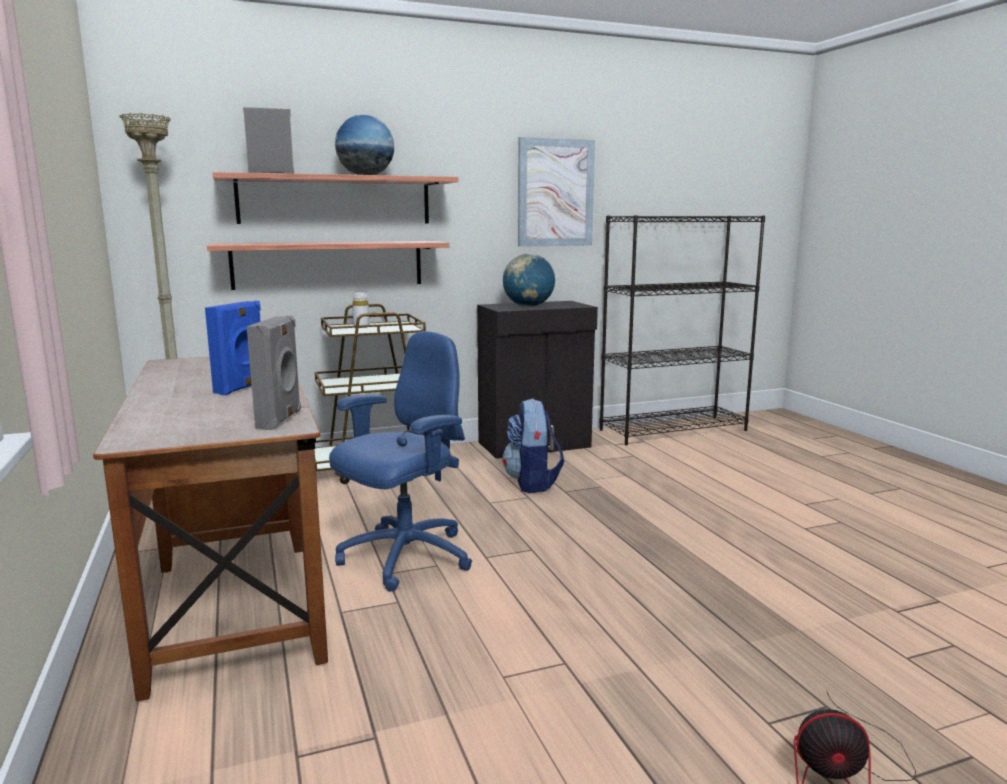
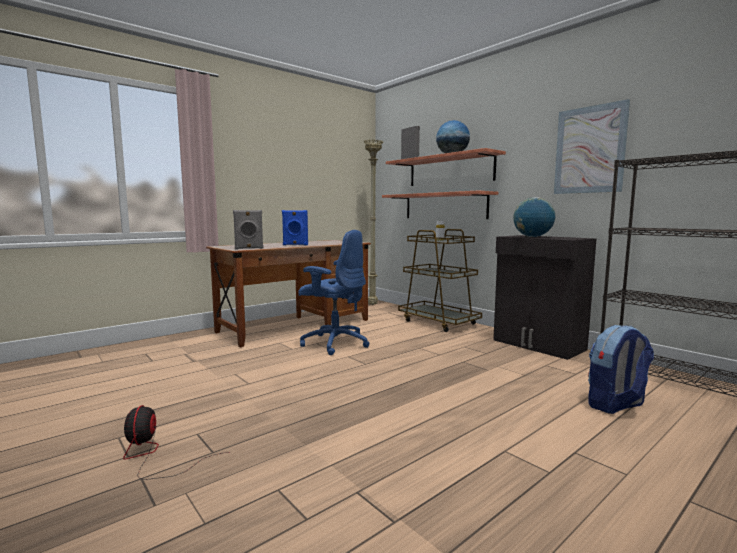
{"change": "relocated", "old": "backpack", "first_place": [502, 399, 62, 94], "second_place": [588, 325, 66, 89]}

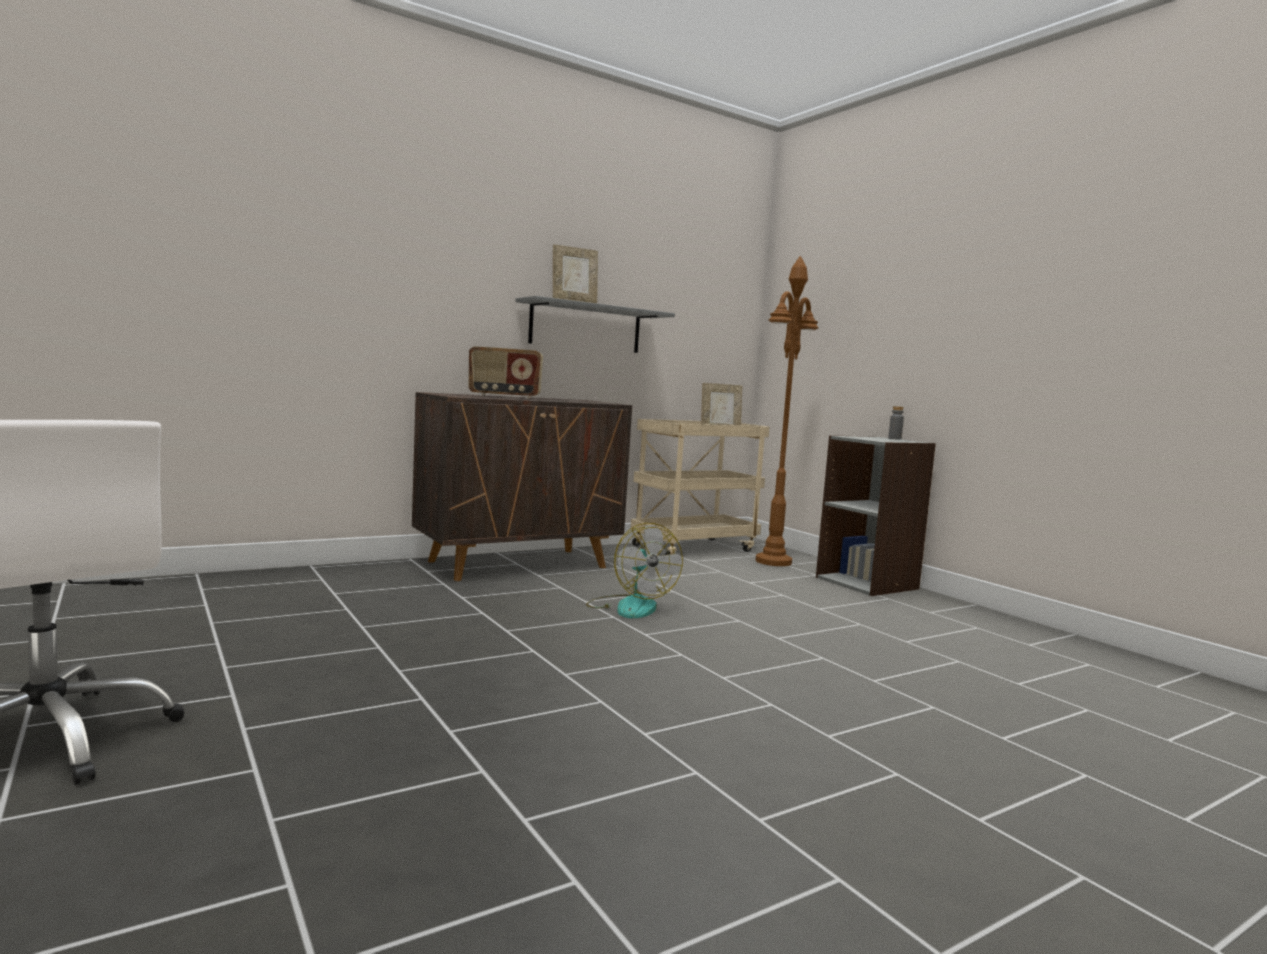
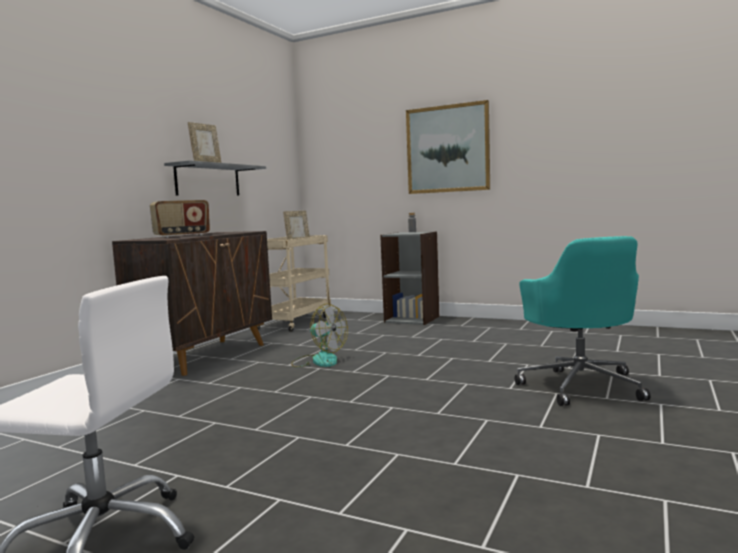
{"change": "missing", "old": "floor lamp (brown)", "first_place": [756, 256, 62, 310]}
{"change": "appeared", "new": "picture", "second_place": [406, 100, 84, 94]}
{"change": "appeared", "new": "office chair (turquoise)", "second_place": [515, 236, 135, 170]}

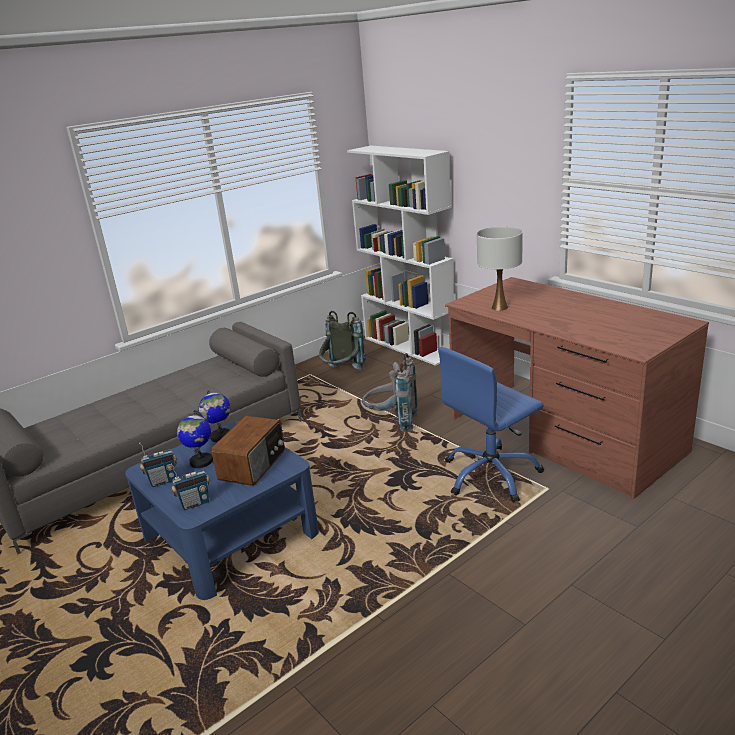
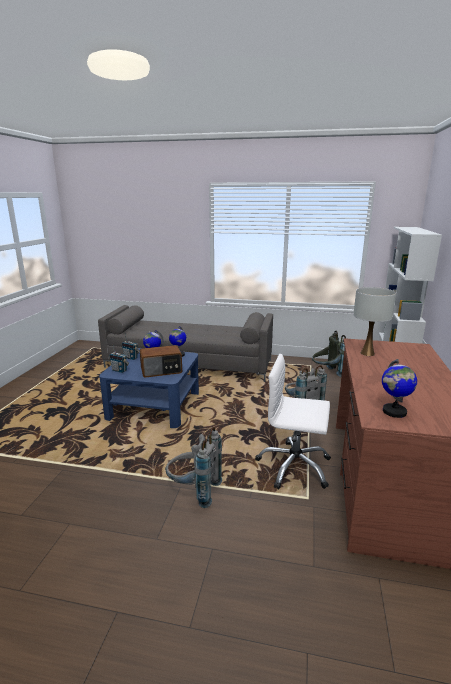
{"change": "colour", "old": "office chair (blue)", "new": "office chair (white)", "first_place": [438, 347, 106, 156], "second_place": [255, 354, 76, 136]}
{"change": "appeared", "new": "backpack (grey)", "second_place": [165, 427, 57, 81]}
{"change": "appeared", "new": "globe", "second_place": [382, 359, 35, 59]}

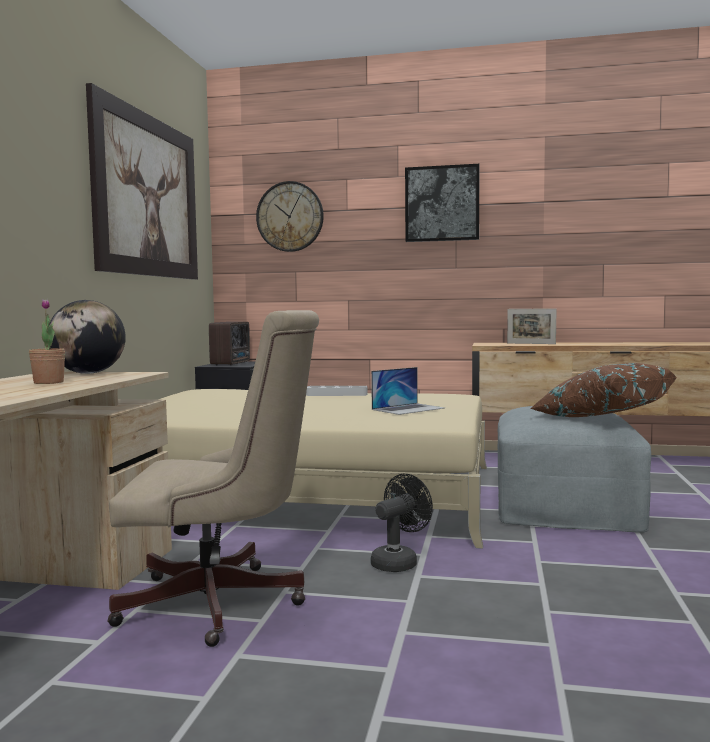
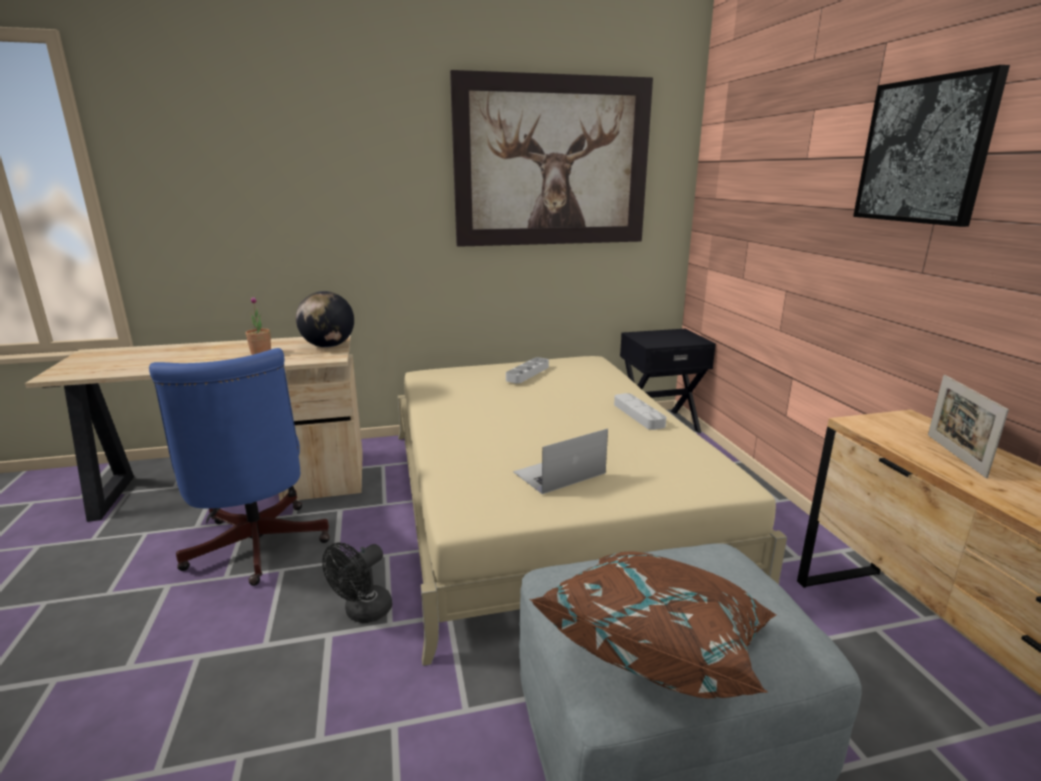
{"change": "colour", "old": "office chair (beige)", "new": "office chair (blue)", "first_place": [107, 310, 212, 337], "second_place": [149, 348, 181, 238]}
{"change": "missing", "old": "radio", "first_place": [209, 322, 41, 43]}
{"change": "missing", "old": "wall clock", "first_place": [256, 181, 68, 71]}
{"change": "spun", "old": "laptop", "first_place": [371, 367, 73, 48], "second_place": [513, 429, 95, 65], "degrees": 120}
{"change": "spun", "old": "fan (black)", "first_place": [371, 474, 62, 98], "second_place": [322, 542, 70, 81], "degrees": 105}
{"change": "appeared", "new": "tray (grey)", "second_place": [506, 357, 43, 26]}

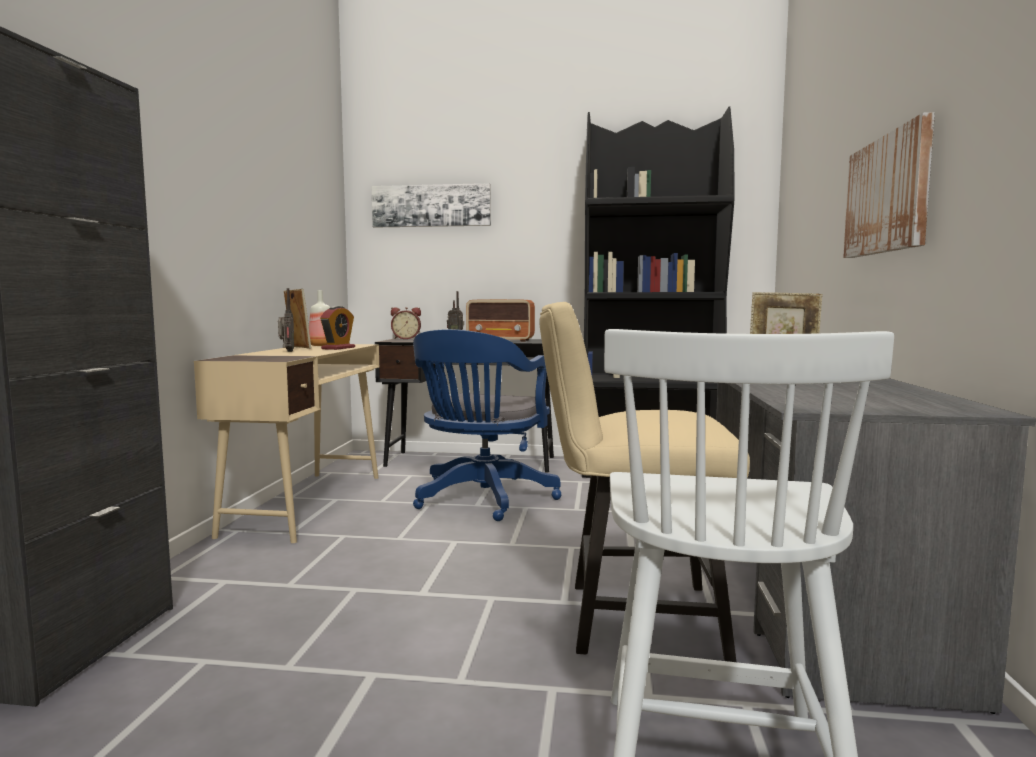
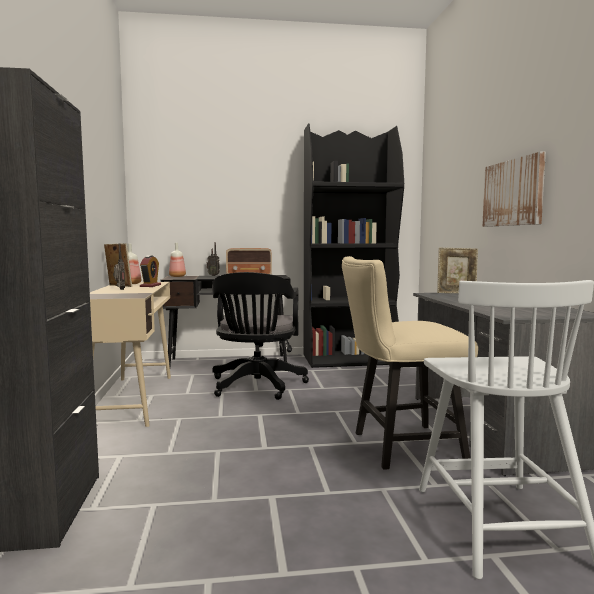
{"change": "missing", "old": "picture", "first_place": [371, 183, 120, 45]}
{"change": "exchanged", "old": "alarm clock", "new": "bottle", "first_place": [391, 307, 30, 32], "second_place": [169, 243, 17, 34]}
{"change": "colour", "old": "office chair (blue)", "new": "office chair (black)", "first_place": [413, 329, 149, 192], "second_place": [212, 272, 97, 128]}

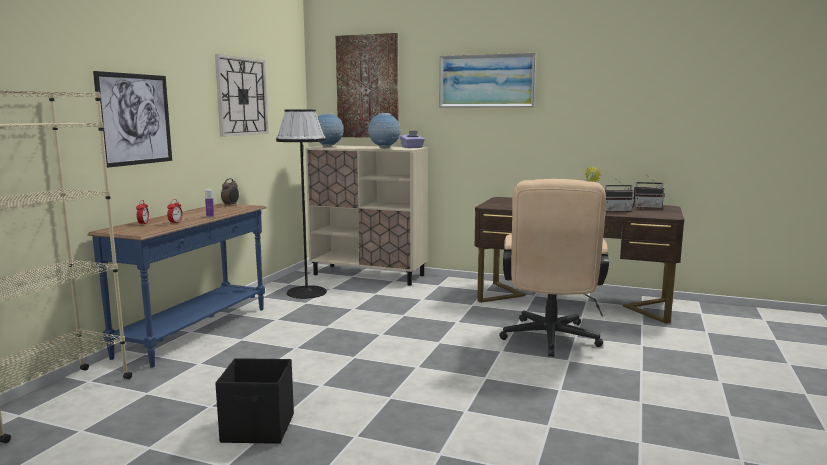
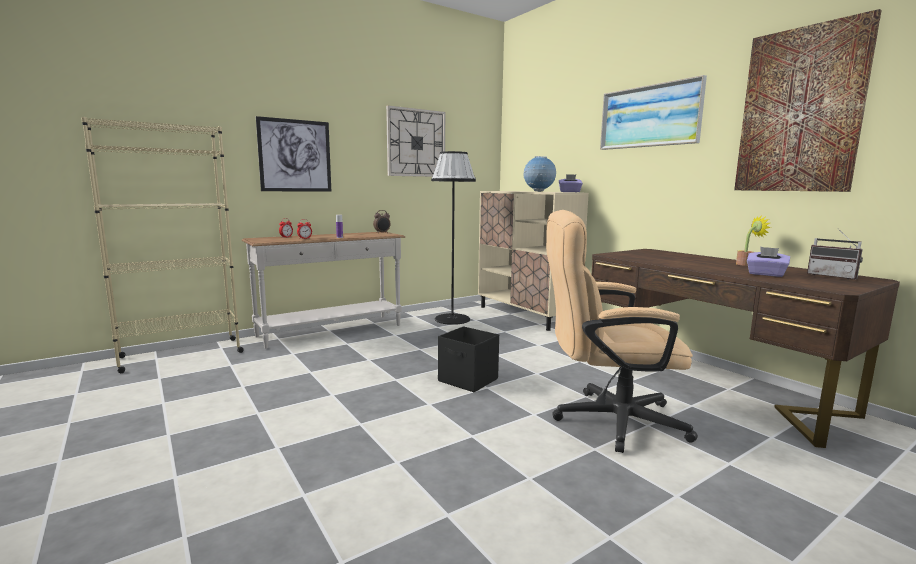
{"change": "colour", "old": "console table (blue)", "new": "console table (white)", "first_place": [88, 203, 179, 165], "second_place": [242, 232, 163, 117]}
{"change": "relocated", "old": "storage box (black)", "first_place": [215, 358, 79, 86], "second_place": [438, 326, 61, 66]}
{"change": "missing", "old": "globe", "first_place": [318, 113, 26, 34]}
{"change": "relocated", "old": "picture", "first_place": [336, 33, 63, 105], "second_place": [734, 9, 148, 183]}
{"change": "spun", "old": "office chair (beige)", "first_place": [499, 179, 110, 178], "second_place": [546, 210, 152, 243], "degrees": 45}
{"change": "exchanged", "old": "radio", "new": "tissue box (purple)", "first_place": [605, 177, 29, 35], "second_place": [747, 247, 43, 30]}

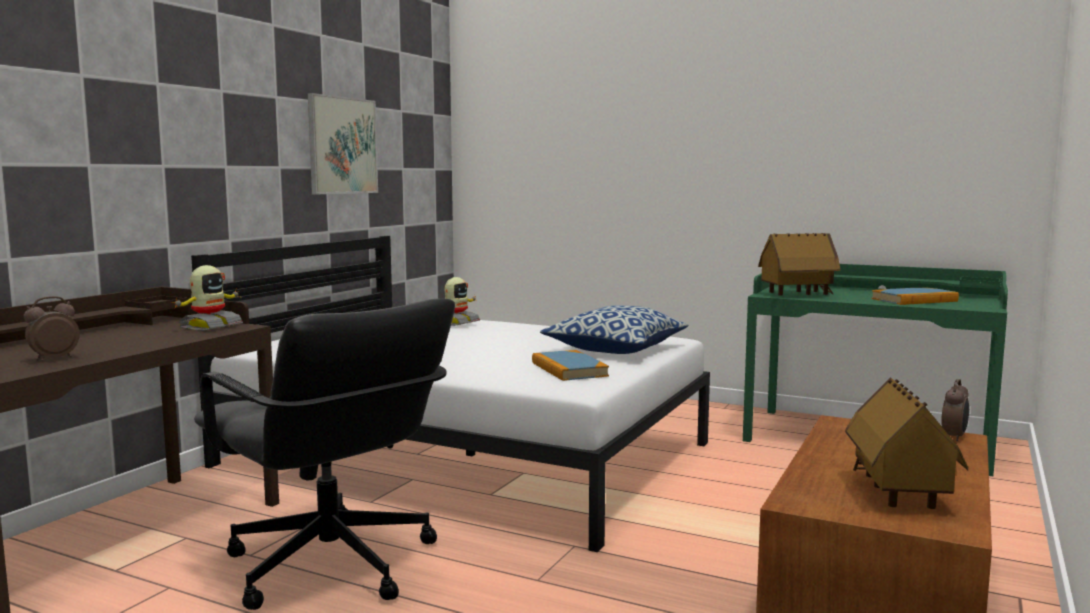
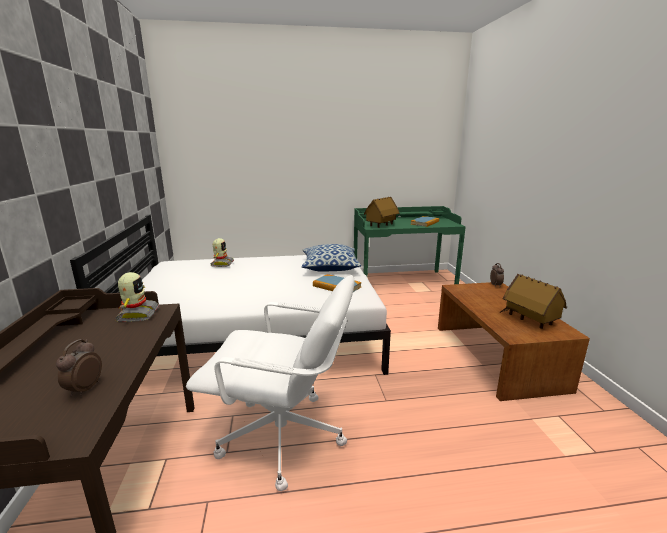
{"change": "colour", "old": "office chair (black)", "new": "office chair (white)", "first_place": [194, 299, 261, 311], "second_place": [186, 275, 169, 216]}
{"change": "missing", "old": "picture", "first_place": [308, 93, 70, 101]}

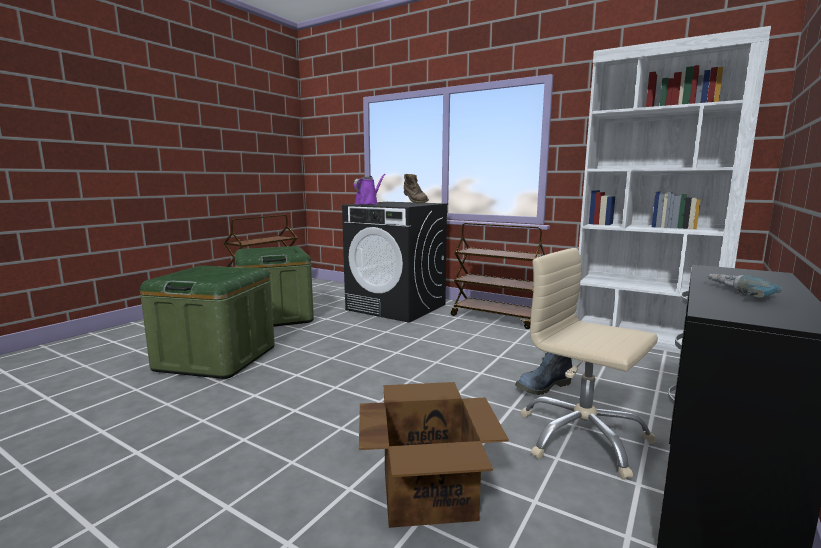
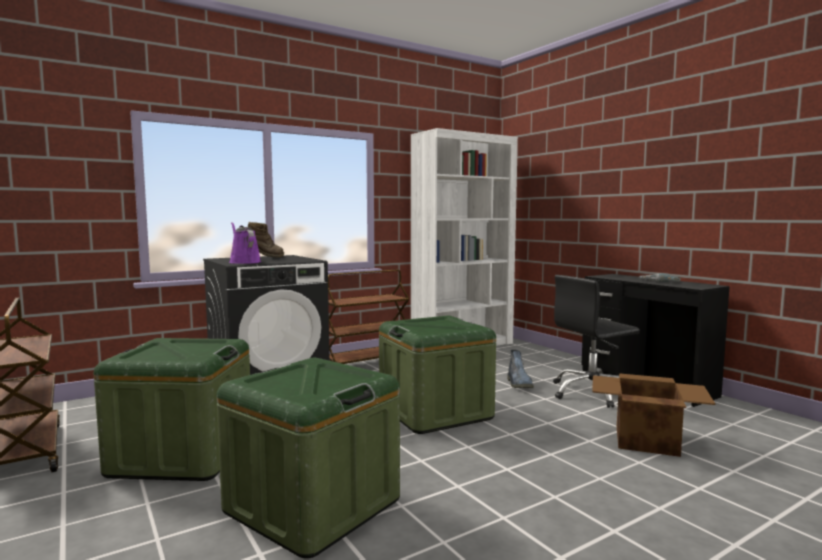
{"change": "colour", "old": "office chair (beige)", "new": "office chair (black)", "first_place": [521, 248, 137, 232], "second_place": [553, 275, 87, 133]}
{"change": "appeared", "new": "storage box (green)", "second_place": [379, 316, 117, 118]}

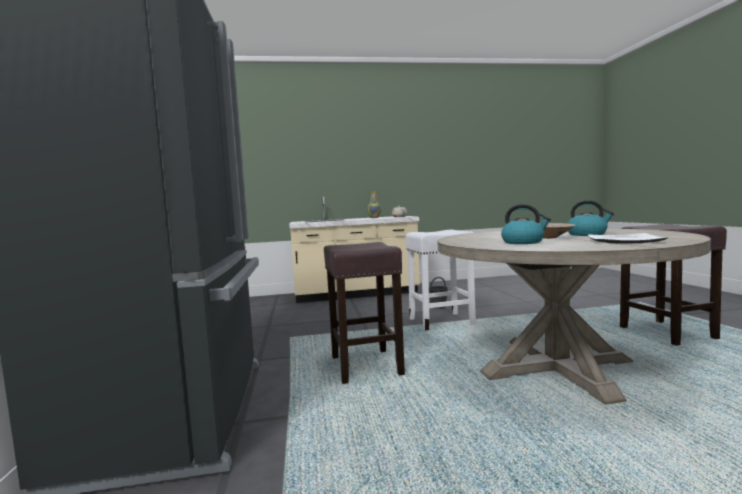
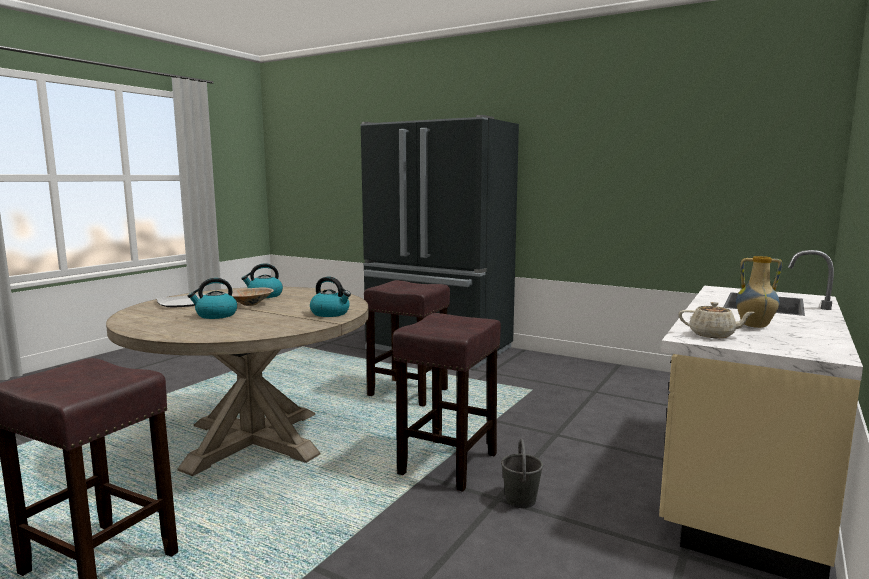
{"change": "colour", "old": "stool (white)", "new": "stool (brown)", "first_place": [406, 230, 70, 100], "second_place": [393, 313, 108, 179]}
{"change": "appeared", "new": "kettle", "second_place": [310, 277, 41, 40]}

